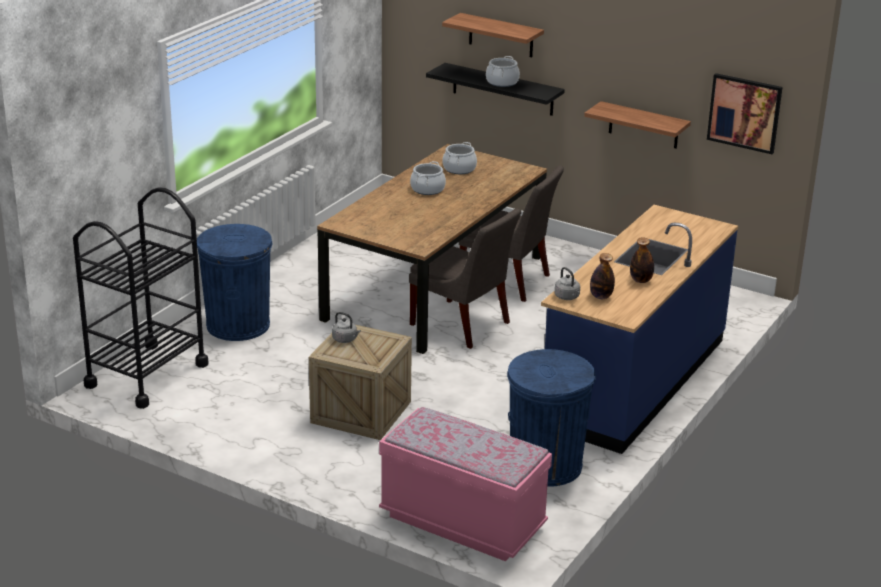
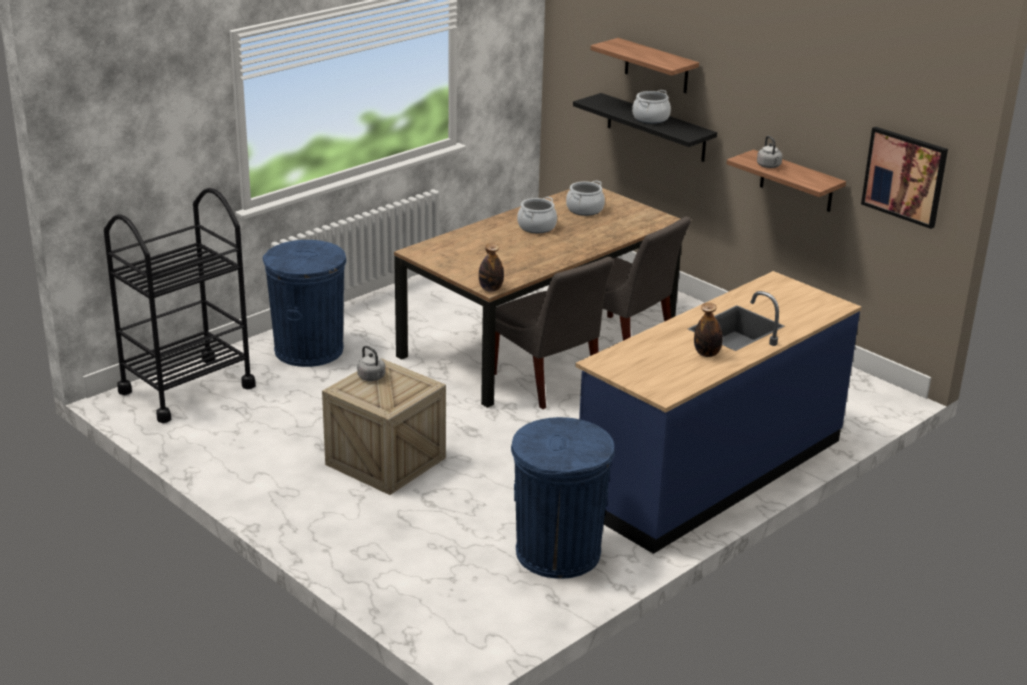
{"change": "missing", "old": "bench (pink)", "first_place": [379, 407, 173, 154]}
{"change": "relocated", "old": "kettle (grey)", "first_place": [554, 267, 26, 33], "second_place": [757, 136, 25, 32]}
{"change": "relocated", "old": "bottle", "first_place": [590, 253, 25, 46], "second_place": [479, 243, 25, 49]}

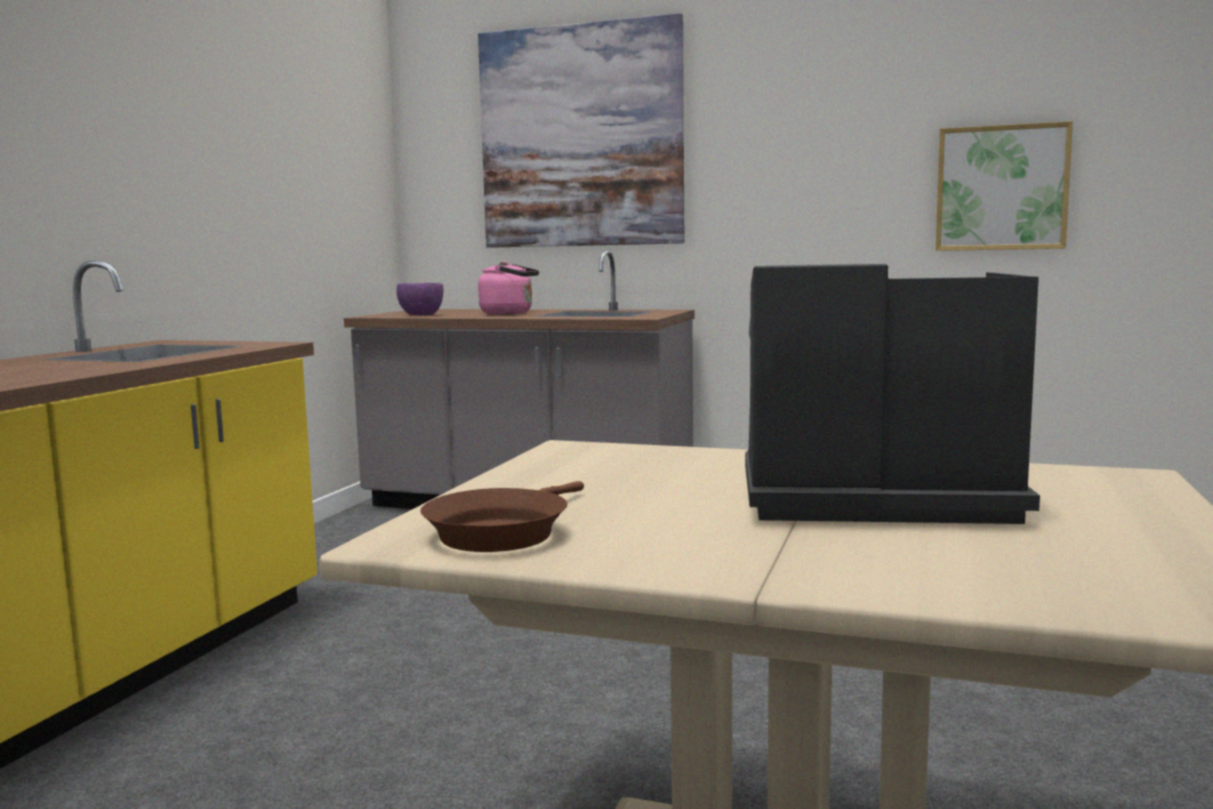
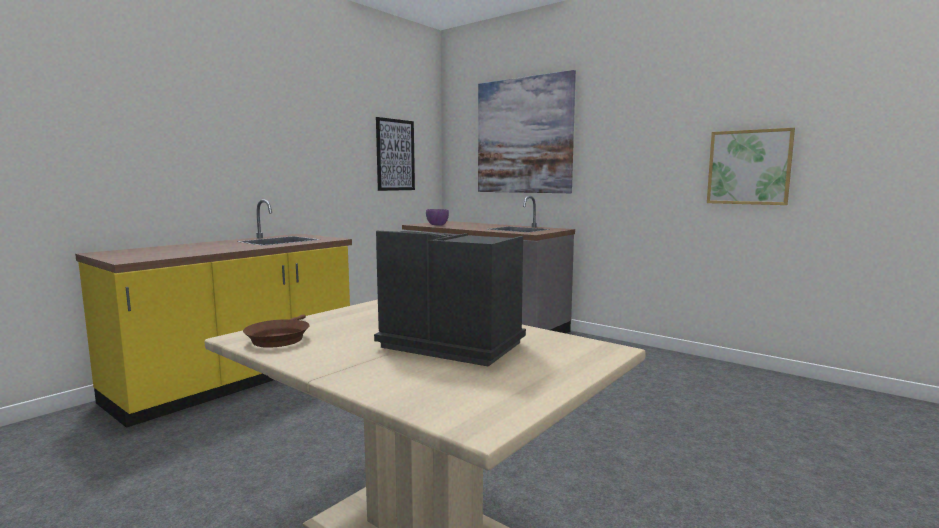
{"change": "spun", "old": "frying pan (brown)", "first_place": [420, 481, 164, 71], "second_place": [243, 314, 67, 34], "degrees": -45}
{"change": "missing", "old": "kettle (pink)", "first_place": [478, 261, 61, 54]}
{"change": "appeared", "new": "picture", "second_place": [376, 117, 39, 74]}

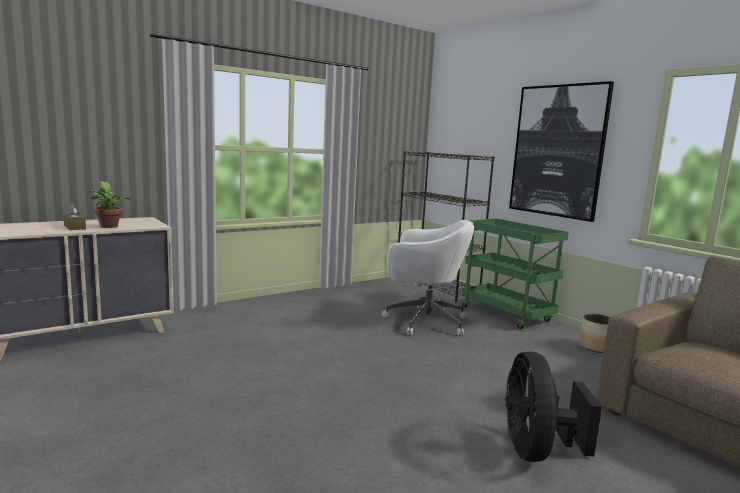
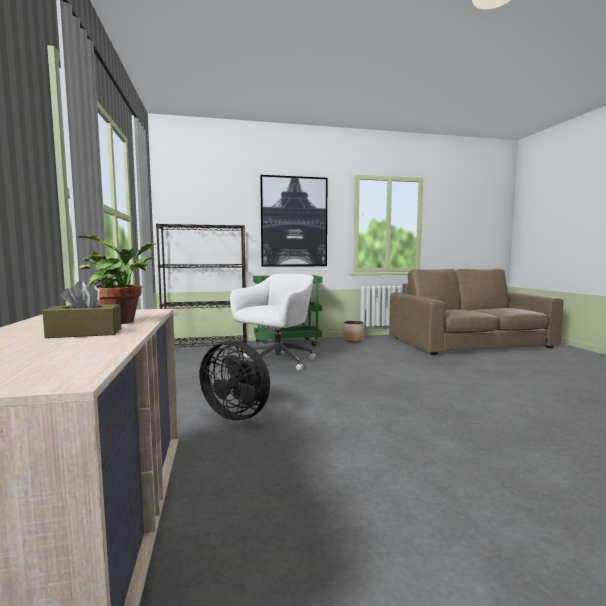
{"change": "relocated", "old": "fan (black)", "first_place": [505, 352, 97, 110], "second_place": [199, 341, 71, 80]}

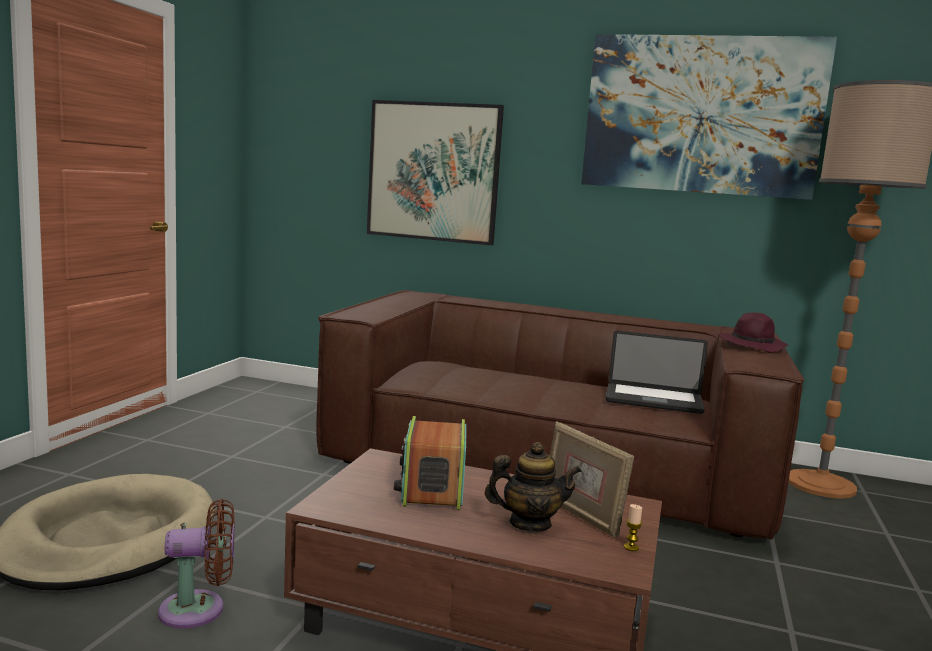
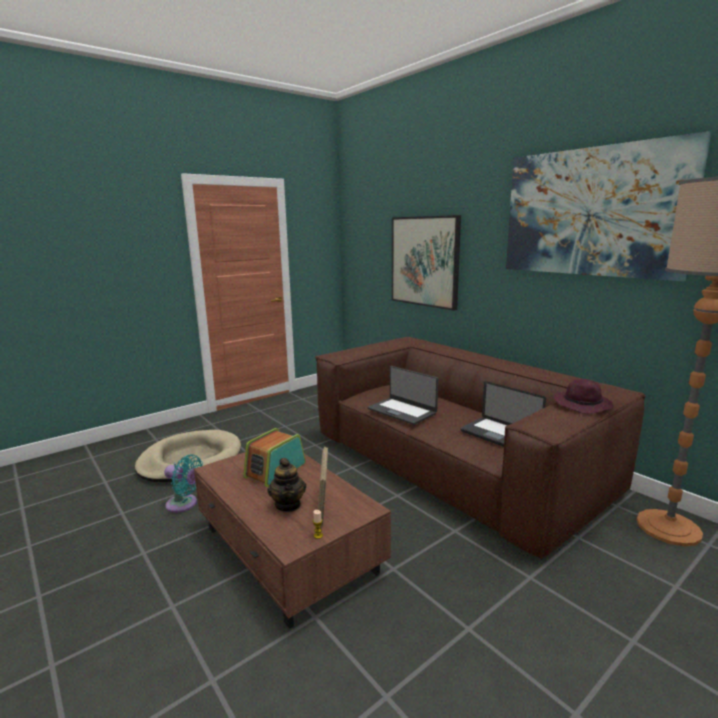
{"change": "colour", "old": "fan (brown)", "new": "fan (turquoise)", "first_place": [158, 499, 77, 129], "second_place": [164, 454, 39, 59]}
{"change": "spun", "old": "teapot", "first_place": [485, 442, 97, 90], "second_place": [267, 458, 39, 54], "degrees": 45}
{"change": "appeared", "new": "laptop", "second_place": [367, 366, 71, 59]}

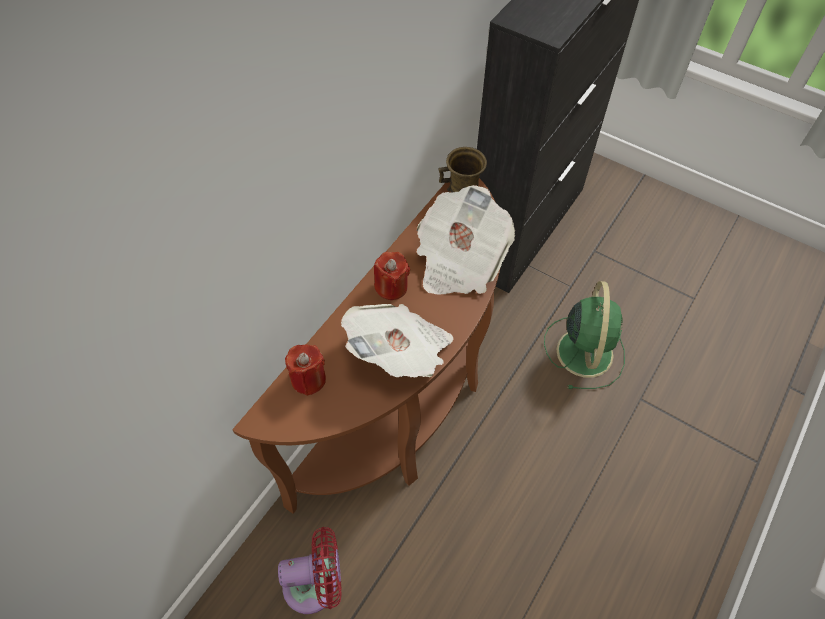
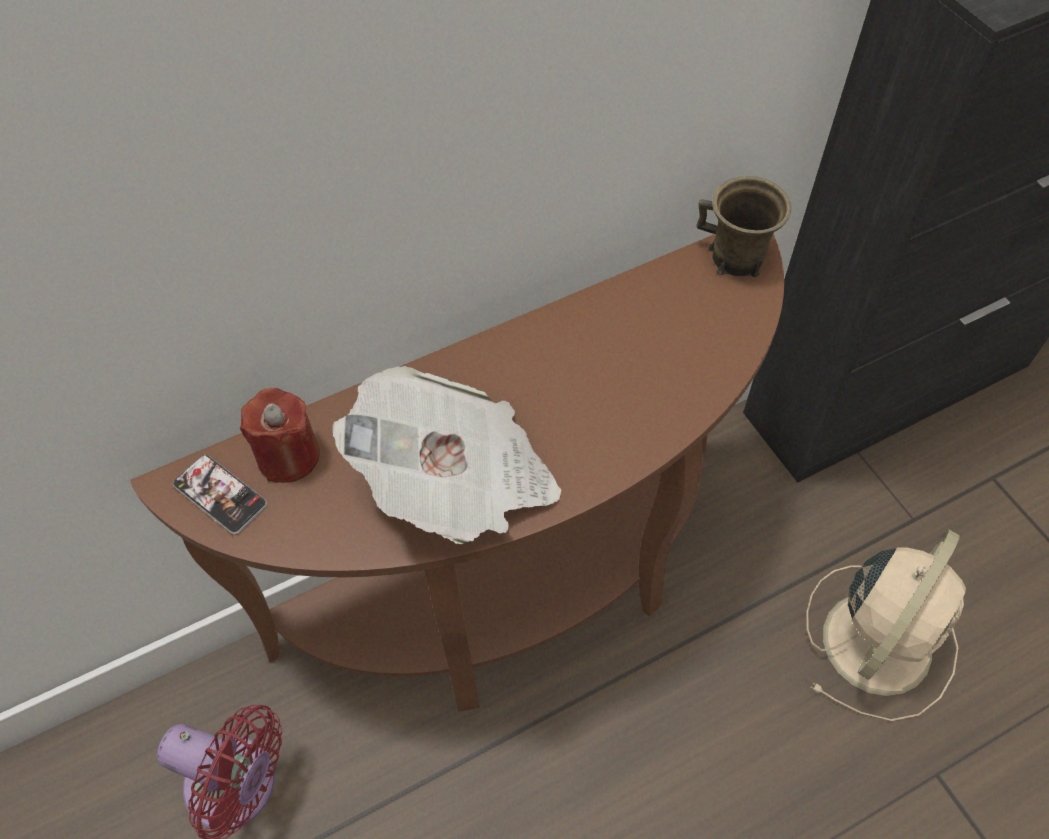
{"change": "missing", "old": "candle (red)", "first_place": [374, 252, 36, 48]}
{"change": "missing", "old": "newspaper", "first_place": [417, 185, 98, 110]}
{"change": "colour", "old": "fan (green)", "new": "fan (beige)", "first_place": [544, 281, 81, 108], "second_place": [806, 529, 160, 192]}
{"change": "appeared", "new": "phone", "second_place": [173, 455, 94, 79]}

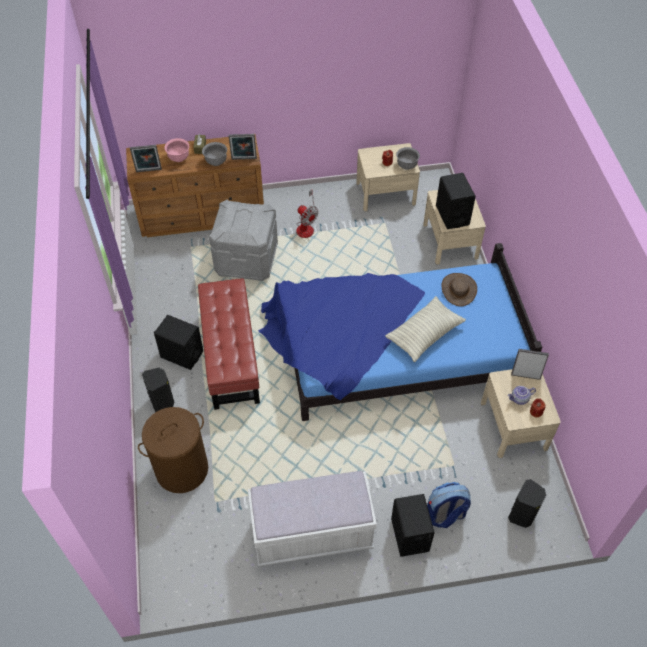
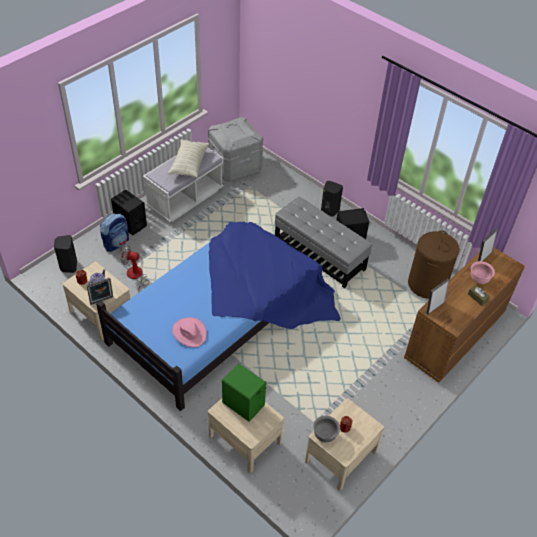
{"change": "relocated", "old": "laundry basket (brown)", "first_place": [138, 407, 70, 86], "second_place": [408, 230, 52, 69]}
{"change": "colour", "old": "ottoman (red)", "new": "ottoman (grey)", "first_place": [198, 278, 62, 132], "second_place": [275, 197, 97, 91]}
{"change": "missing", "old": "bowl (grey)", "first_place": [202, 142, 25, 24]}
{"change": "relocated", "old": "storage box (grey)", "first_place": [209, 200, 69, 81], "second_place": [208, 117, 55, 65]}
{"change": "relocated", "old": "fan", "first_place": [296, 190, 22, 48], "second_place": [121, 245, 27, 47]}
{"change": "relocated", "old": "pillow", "first_place": [385, 296, 81, 66], "second_place": [168, 139, 41, 39]}
{"change": "colour", "old": "speaker (black)", "new": "speaker (green)", "first_place": [436, 173, 40, 56], "second_place": [222, 363, 44, 59]}
{"change": "colour", "old": "hat (brown)", "new": "hat (pink)", "first_place": [441, 273, 36, 33], "second_place": [172, 317, 35, 30]}

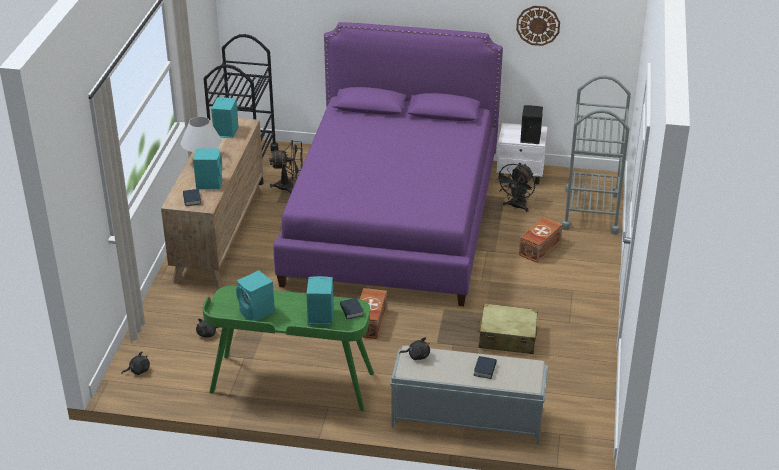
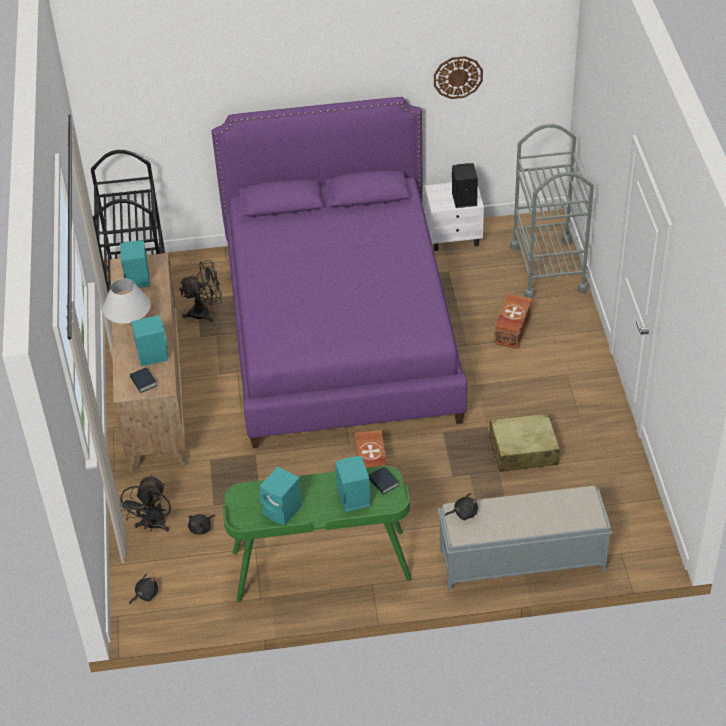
{"change": "missing", "old": "book", "first_place": [473, 356, 24, 23]}
{"change": "relocated", "old": "fan (black)", "first_place": [495, 164, 40, 48], "second_place": [120, 475, 51, 57]}

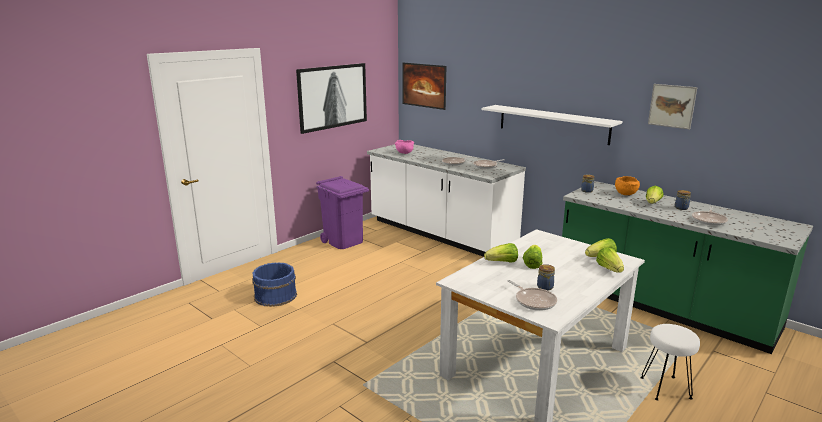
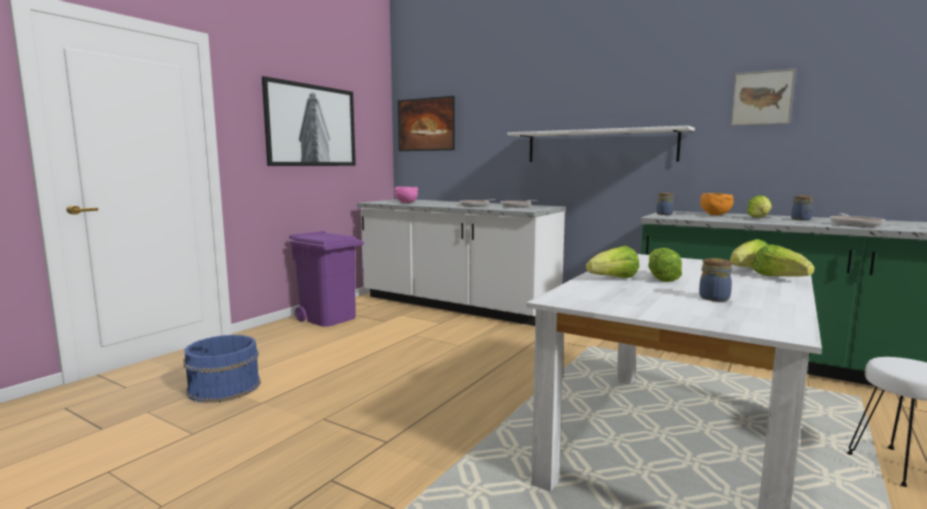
{"change": "missing", "old": "frying pan", "first_place": [508, 280, 49, 31]}

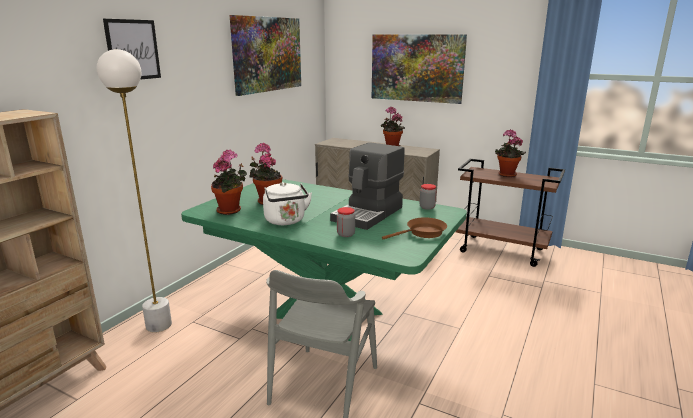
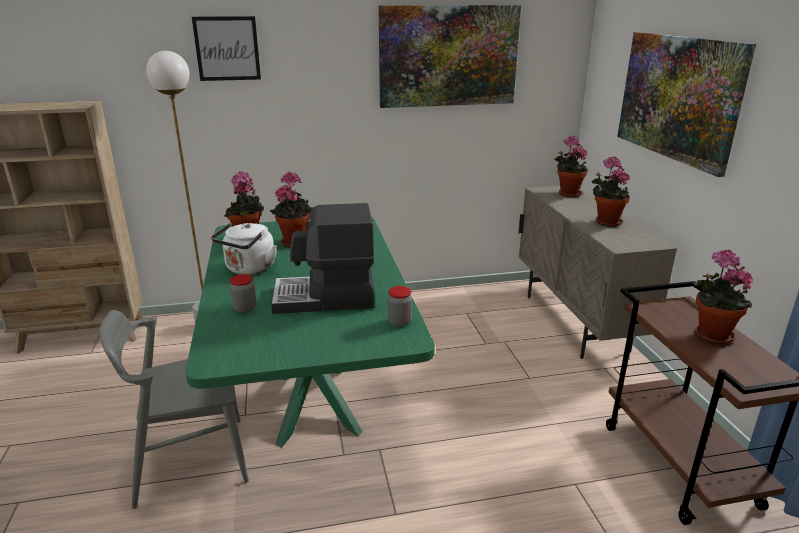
{"change": "missing", "old": "frying pan (brown)", "first_place": [382, 217, 65, 22]}
{"change": "appeared", "new": "potted plant", "second_place": [554, 136, 34, 61]}

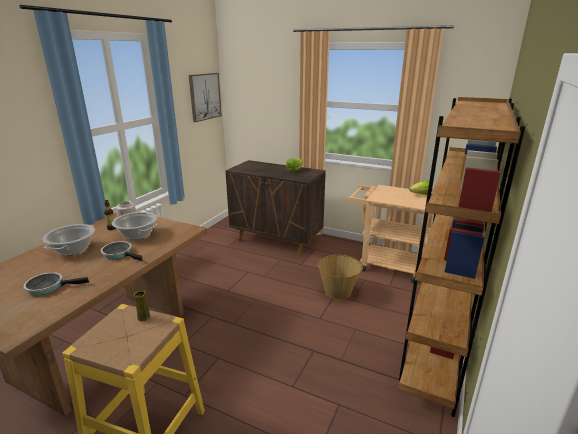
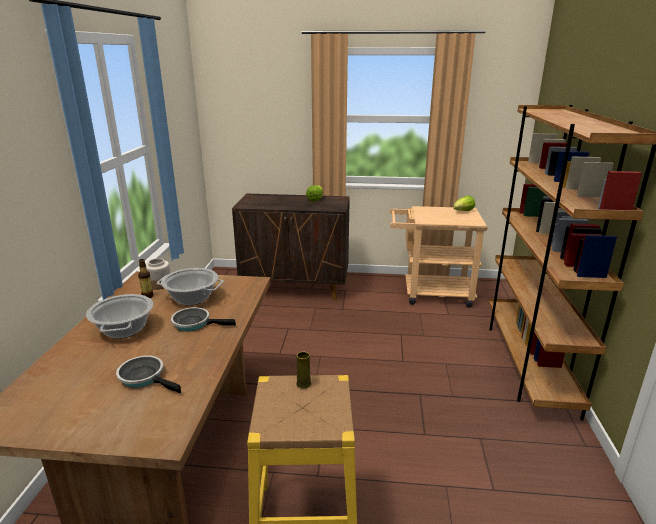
{"change": "spun", "old": "frying pan", "first_place": [24, 272, 65, 23], "second_place": [116, 355, 65, 38], "degrees": 60}
{"change": "missing", "old": "picture", "first_place": [189, 73, 33, 49]}
{"change": "missing", "old": "basket", "first_place": [318, 255, 45, 45]}

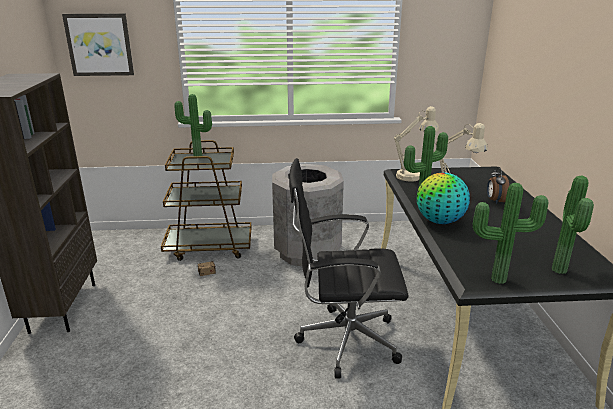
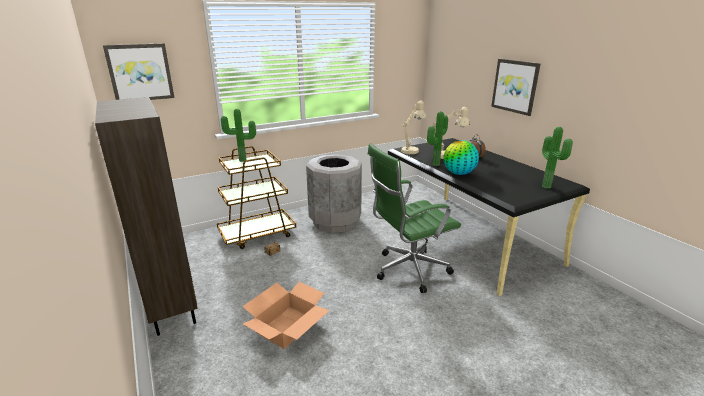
{"change": "colour", "old": "office chair (black)", "new": "office chair (green)", "first_place": [289, 158, 120, 221], "second_place": [368, 143, 93, 150]}
{"change": "missing", "old": "potted plant", "first_place": [473, 183, 75, 101]}
{"change": "appeared", "new": "cardboard box", "second_place": [242, 282, 88, 67]}
{"change": "appeared", "new": "picture", "second_place": [491, 59, 50, 57]}

